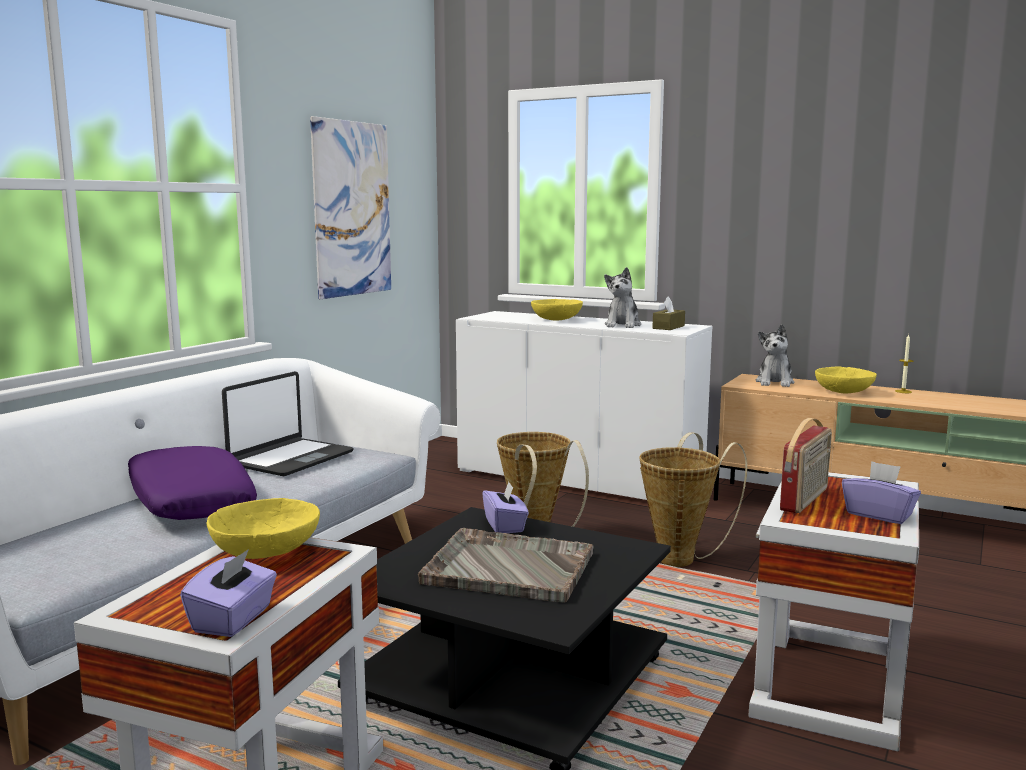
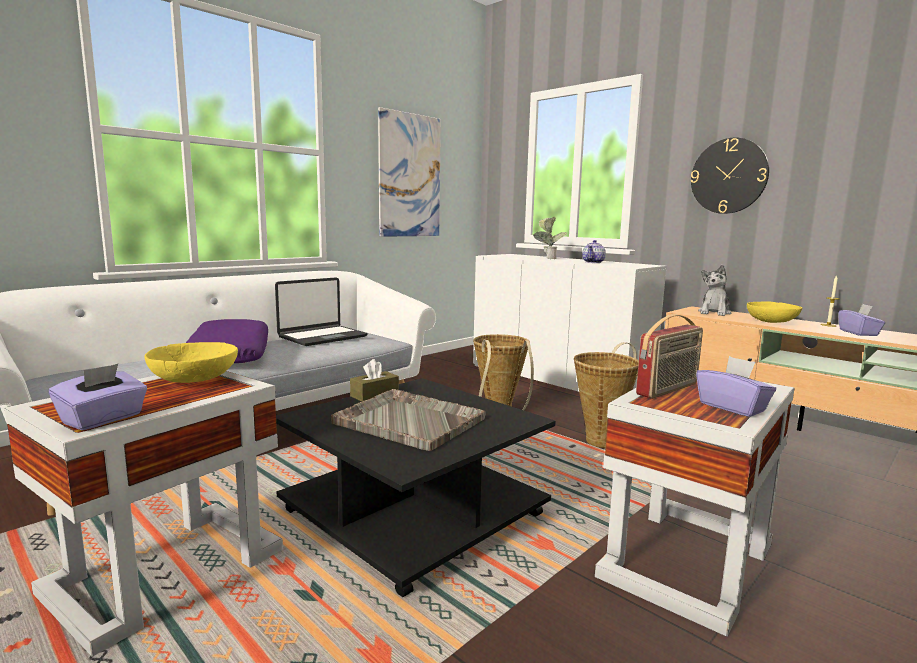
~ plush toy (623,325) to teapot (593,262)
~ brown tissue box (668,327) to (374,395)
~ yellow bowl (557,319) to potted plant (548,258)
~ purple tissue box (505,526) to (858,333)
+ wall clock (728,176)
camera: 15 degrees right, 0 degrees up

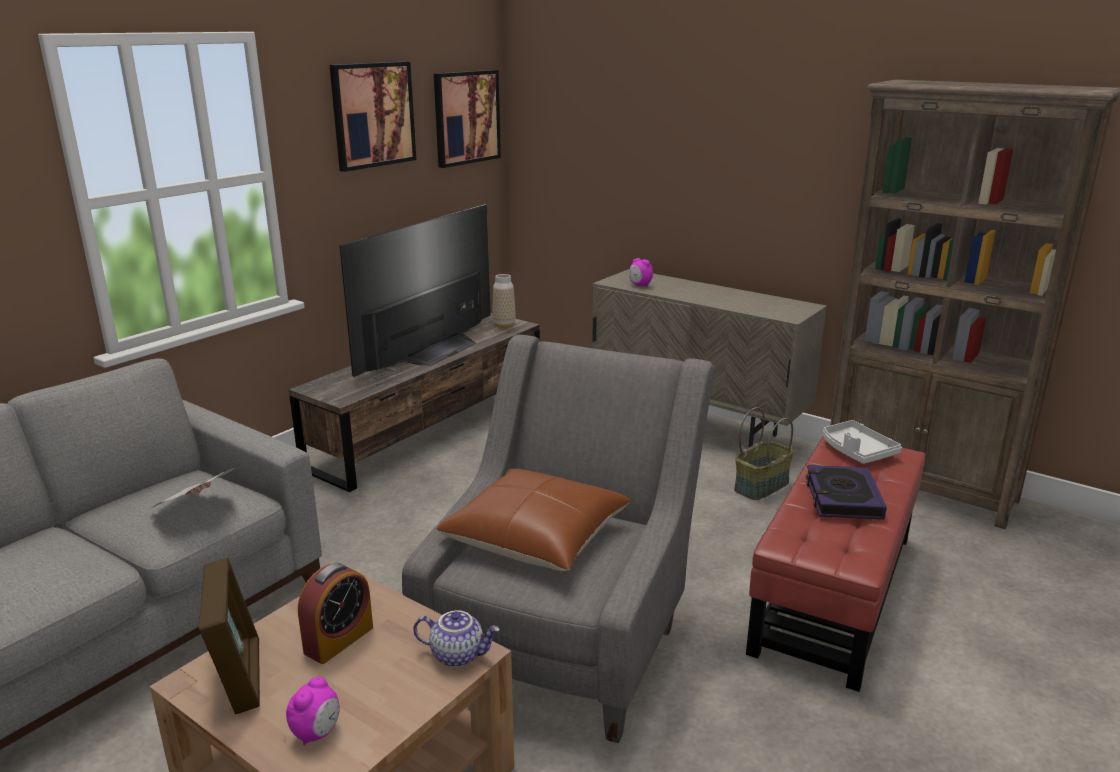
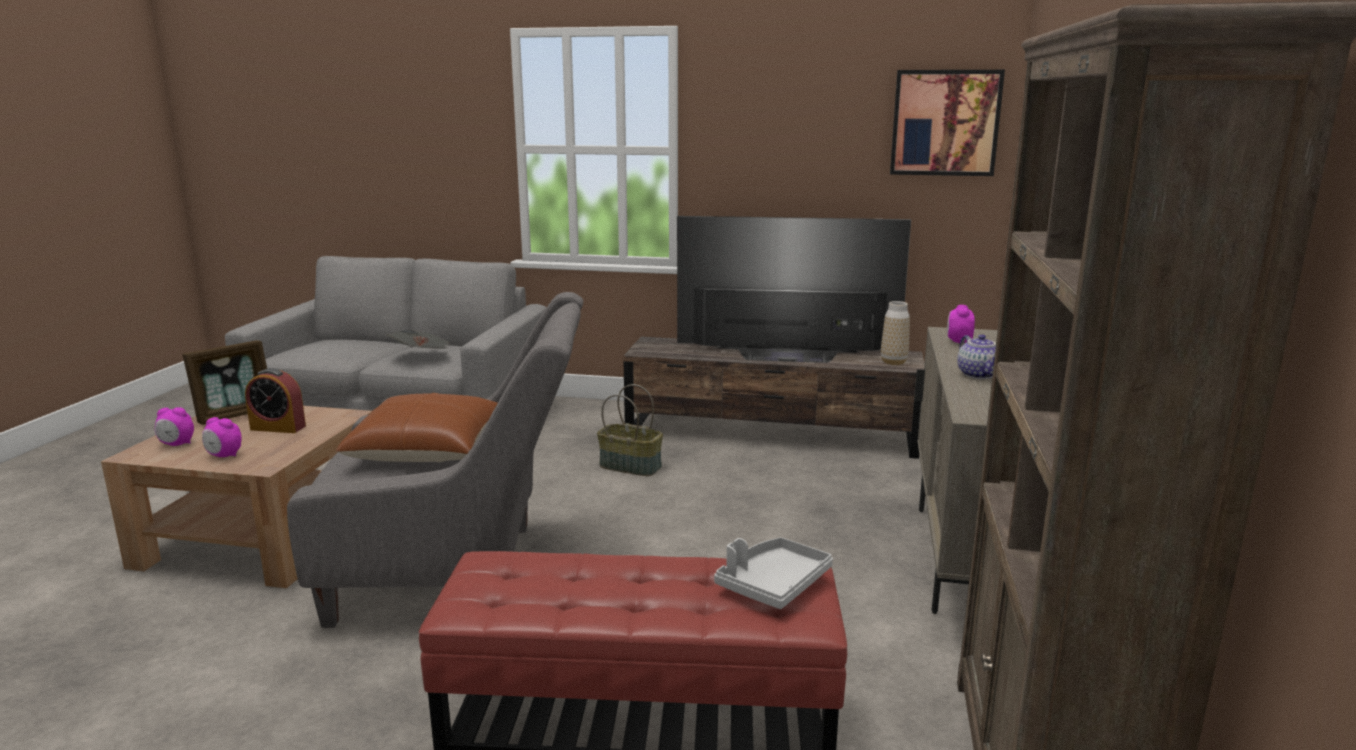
- picture (373,115)
~ basket (761,485) to (631,466)
- book (842,498)
~ teapot (458,654) to (979,375)
+ alarm clock (224,456)
camera: 65 degrees right, 5 degrees down

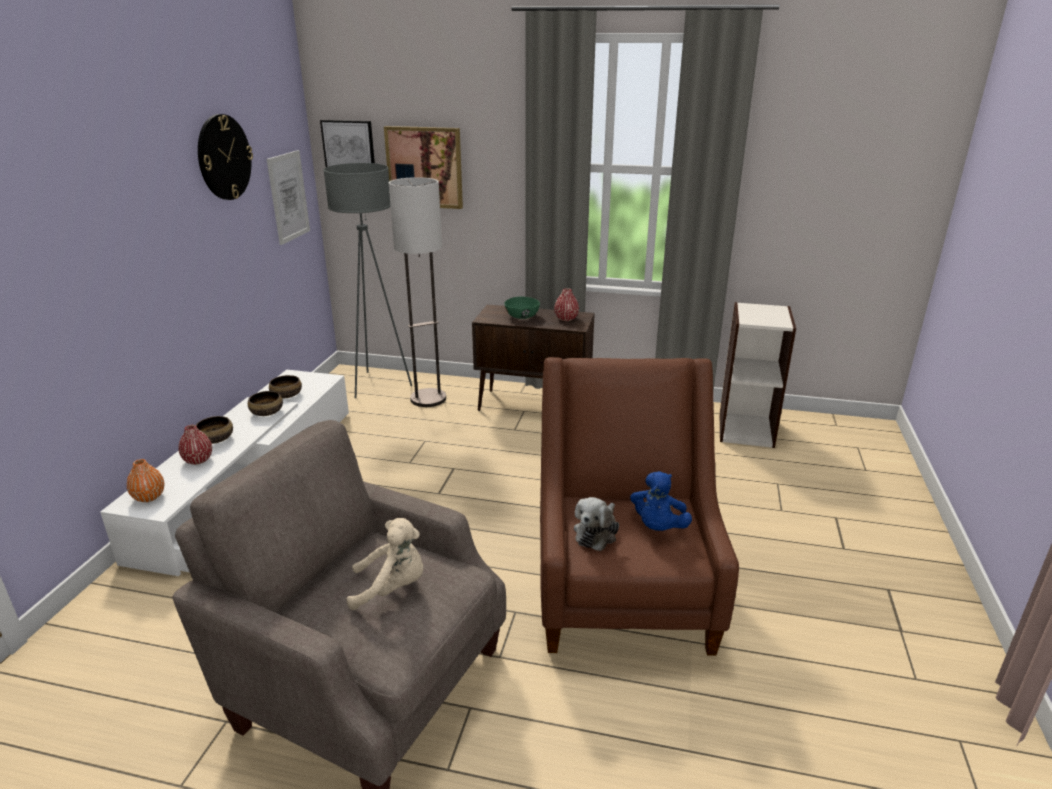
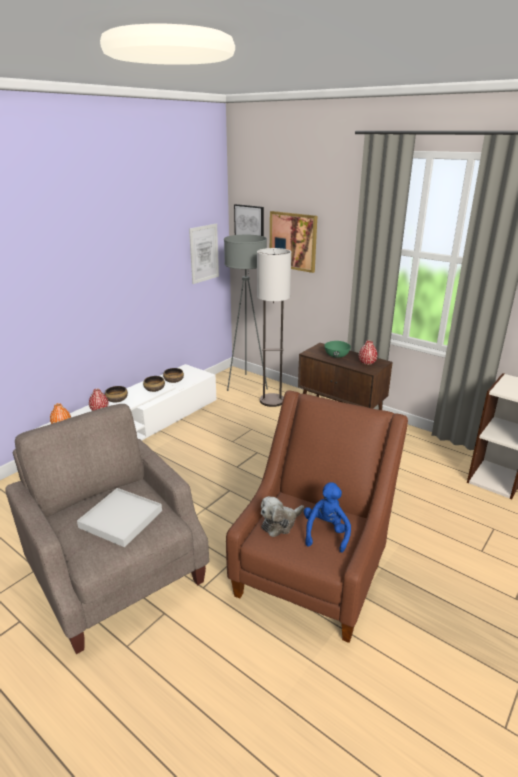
- wall clock (224,157)
~ blue plush toy (657,527) = (326,533) 150 degrees clockwise
~ beige plush toy (392,588) to white tray (121,519)
camera: 25 degrees right, 0 degrees up

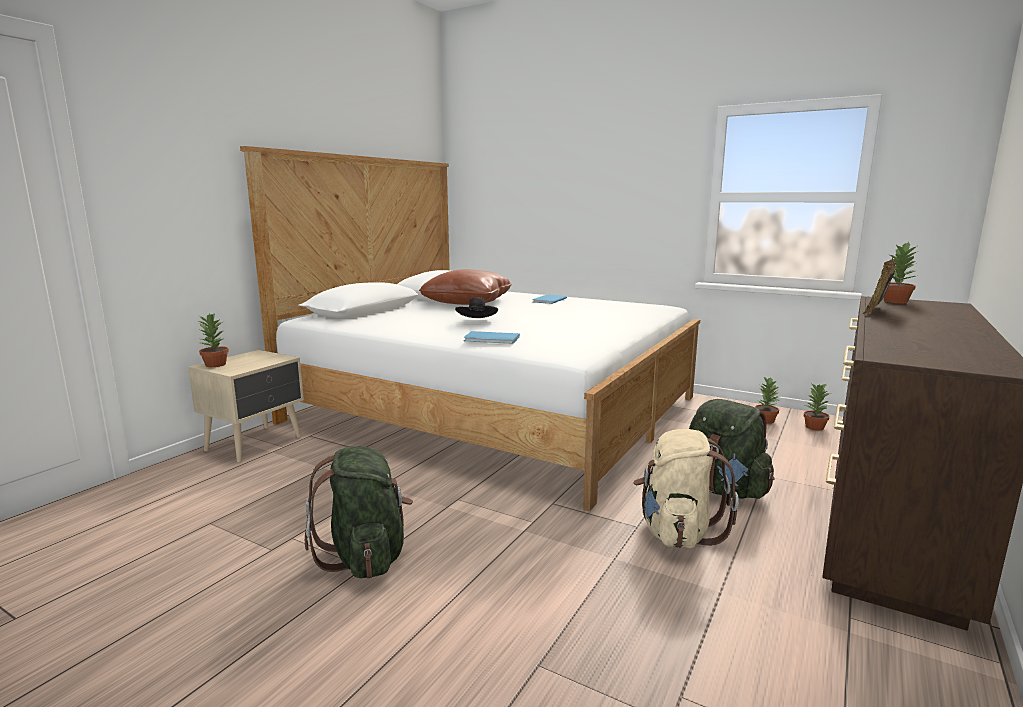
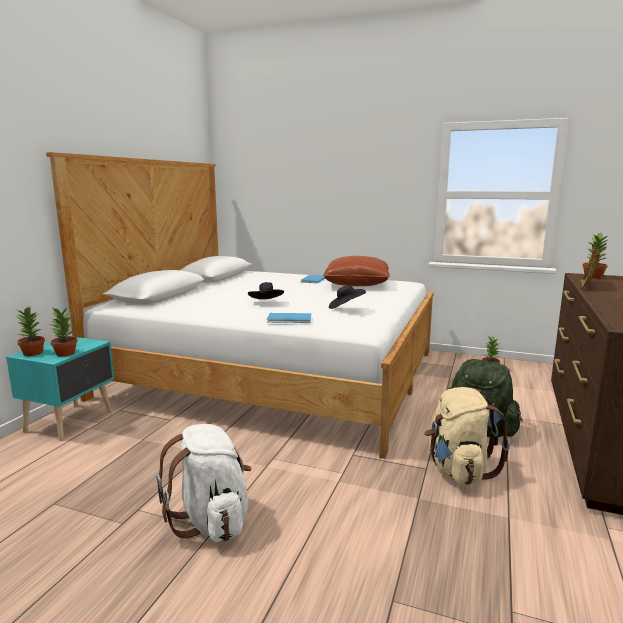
~ brown pillow (467,302) to (357,284)
~ beige nightstand (256,443) to turquoise nightstand (71,421)
~ potted plant (814,427) to (65,353)
~ green backpack (366,556) to white backpack (211,520)
+ black hat (346,307)
camera: 10 degrees left, 0 degrees up

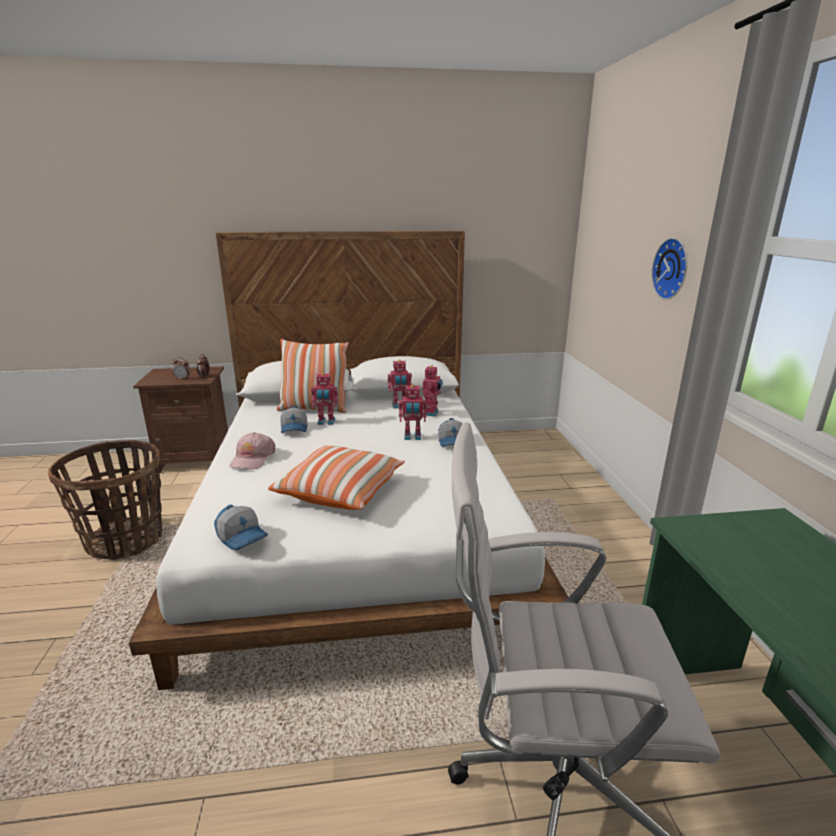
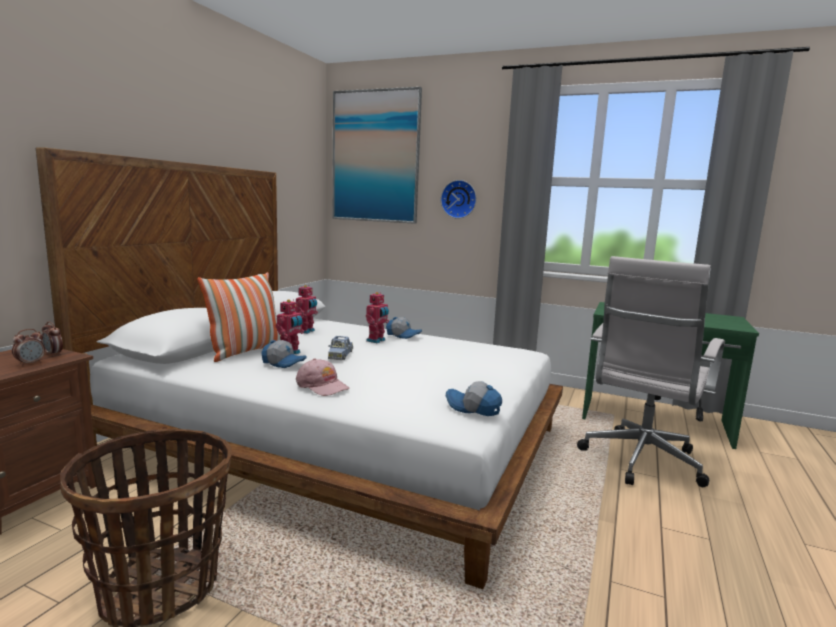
- toy robot (432,413)
- pillow (341,491)
~ cap (242,536) = (473,408) 135 degrees counterclockwise
+ picture (375,157)
+ blue toy car (340,355)
camera: 60 degrees left, 10 degrees down

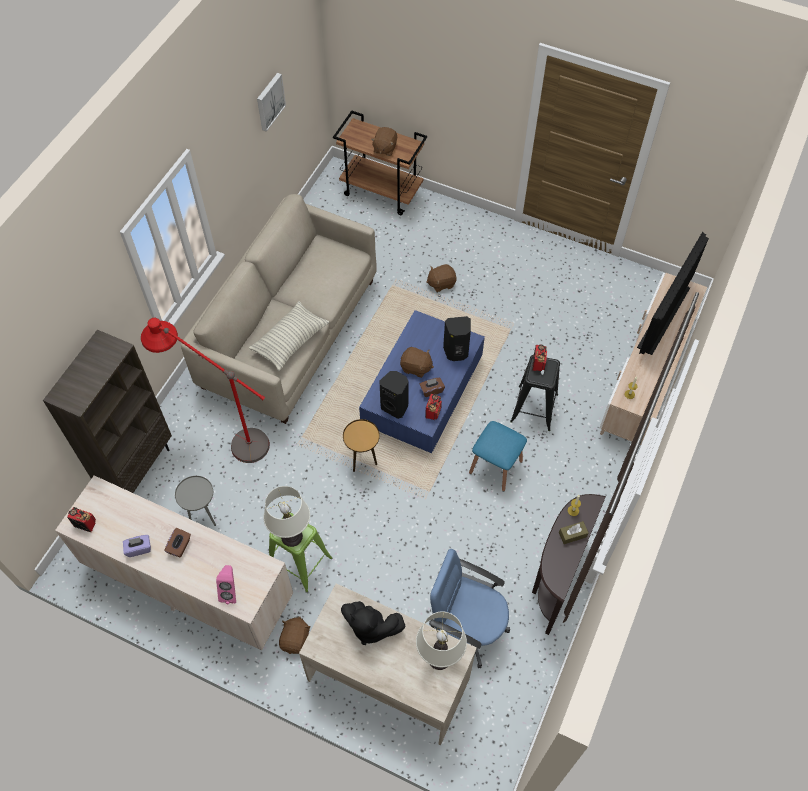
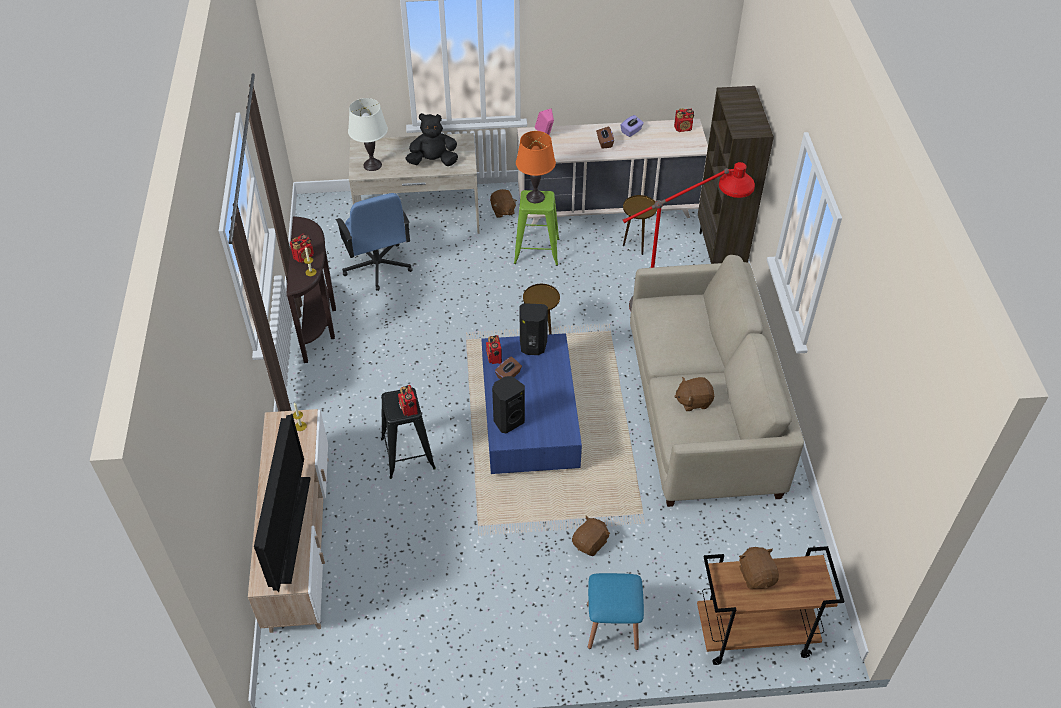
- picture (269,101)
- pillow (290,341)
~ brown plush toy (416,367) to (693,401)
~ blue stool (495,467) to (612,626)
~ grey side table (204,517) to brown side table (636,246)
~ white table lamp (291,536) to orange table lamp (535,197)
~ brown tissue box (572,535) to radio (304,256)
~ blue office chair (466,627) = (377,267) 75 degrees clockwise
camera: 150 degrees right, 10 degrees down

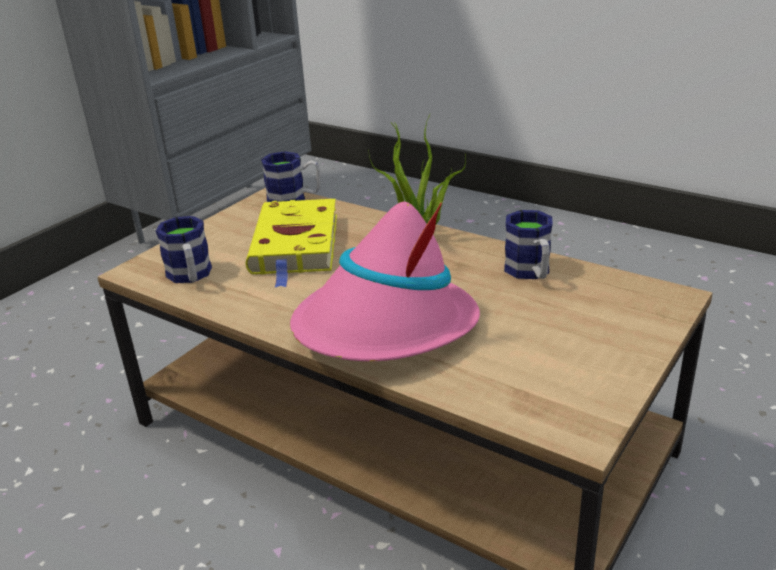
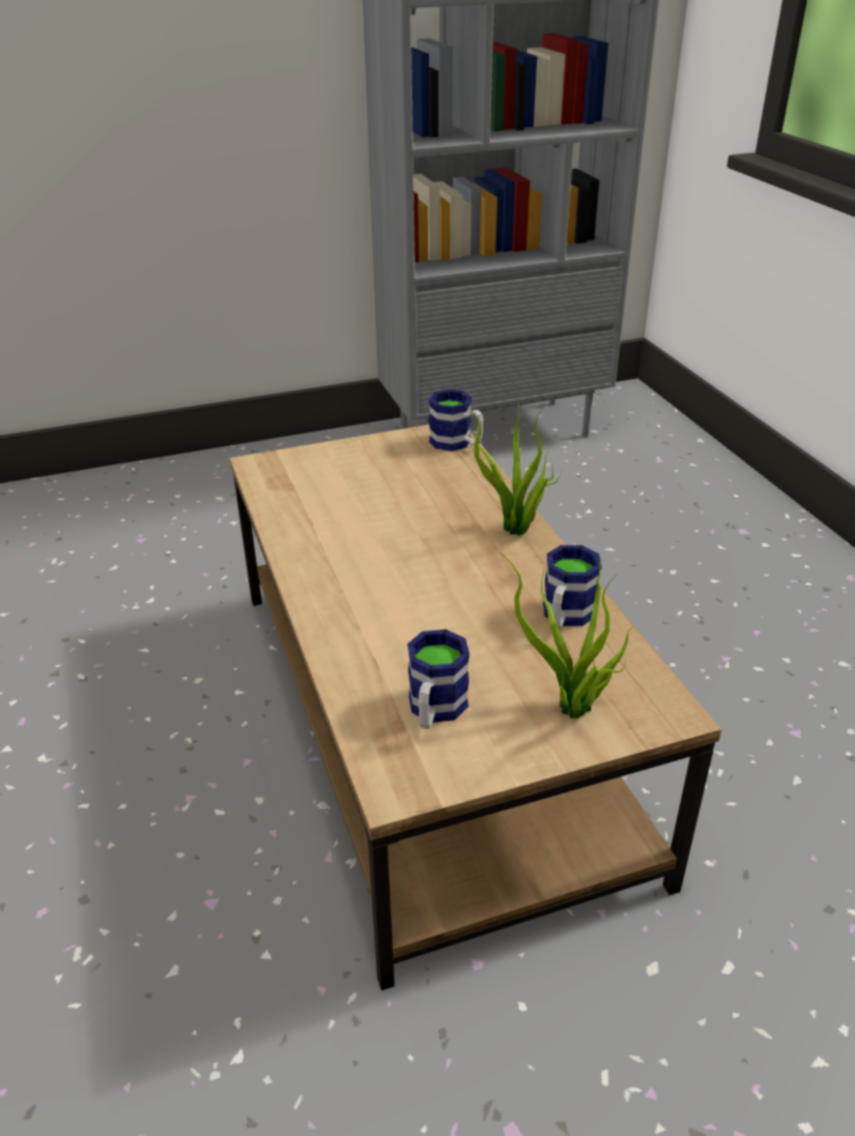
- yellow book (296,246)
- pink hat (385,328)
~ mug (190,276) to (434,711)
+ potted plant (572,710)
camera: 35 degrees right, 5 degrees up

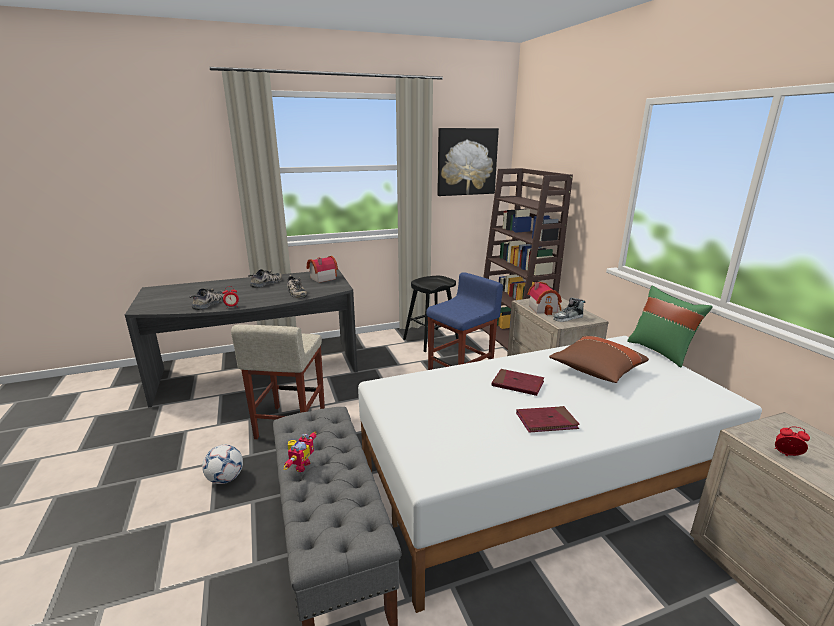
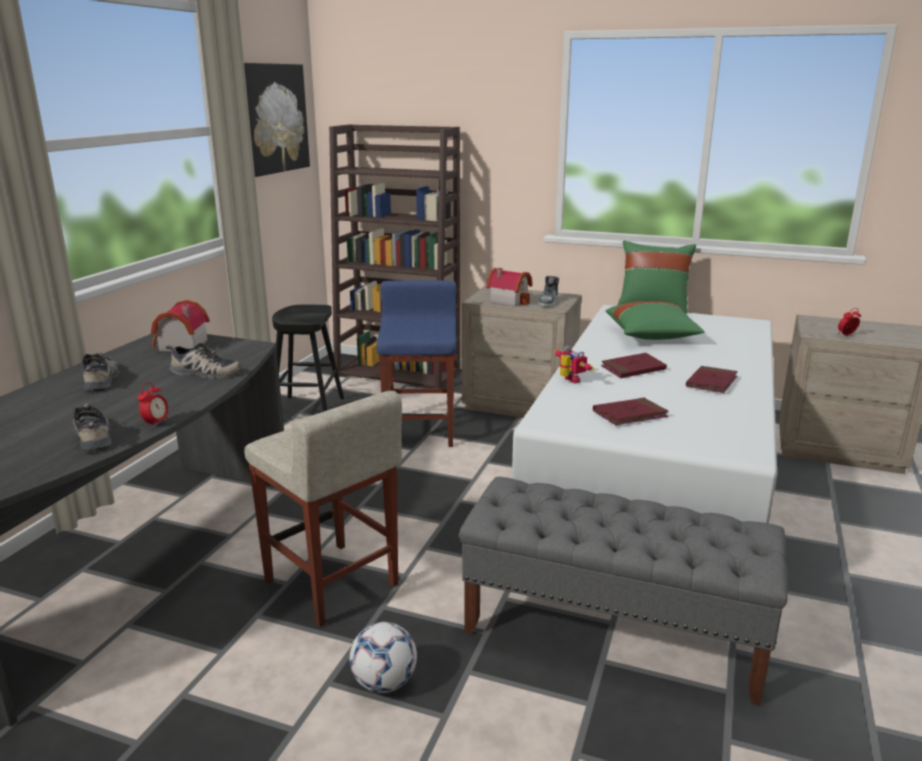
~ brown pillow (596,371) to green pillow (651,336)
~ toy robot (300,465) to (569,380)
+ red book (629,415)
camera: 50 degrees left, 0 degrees up

